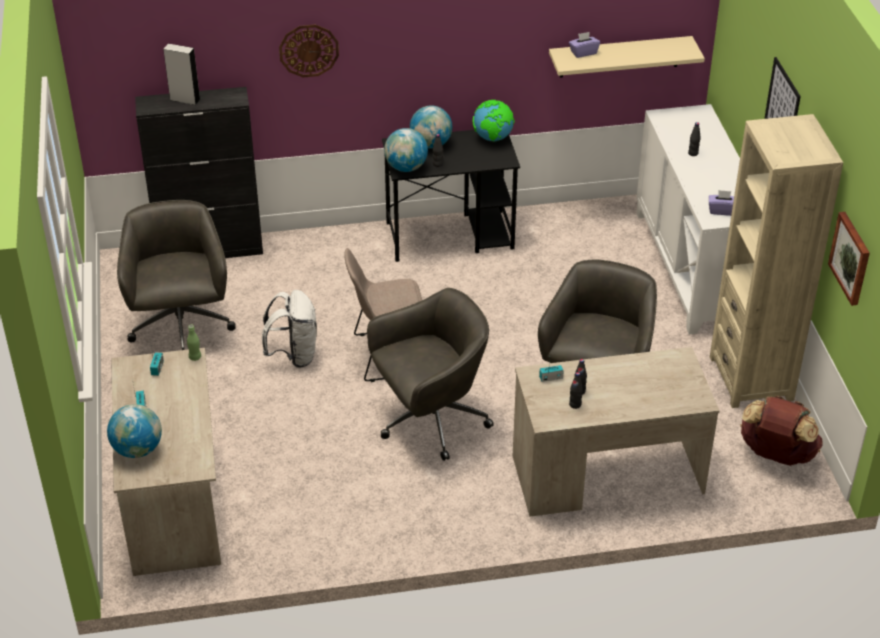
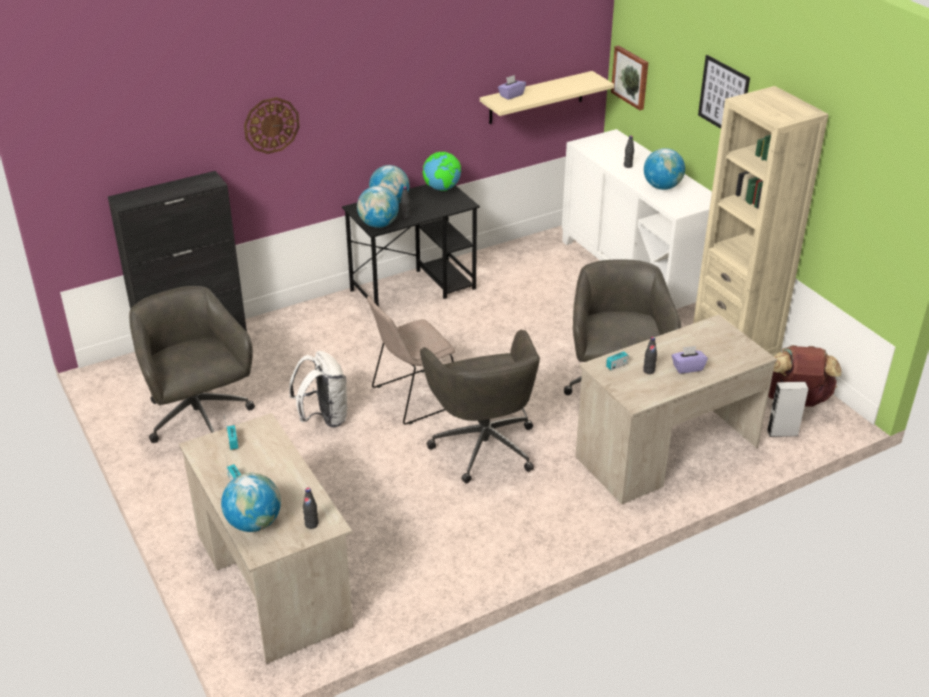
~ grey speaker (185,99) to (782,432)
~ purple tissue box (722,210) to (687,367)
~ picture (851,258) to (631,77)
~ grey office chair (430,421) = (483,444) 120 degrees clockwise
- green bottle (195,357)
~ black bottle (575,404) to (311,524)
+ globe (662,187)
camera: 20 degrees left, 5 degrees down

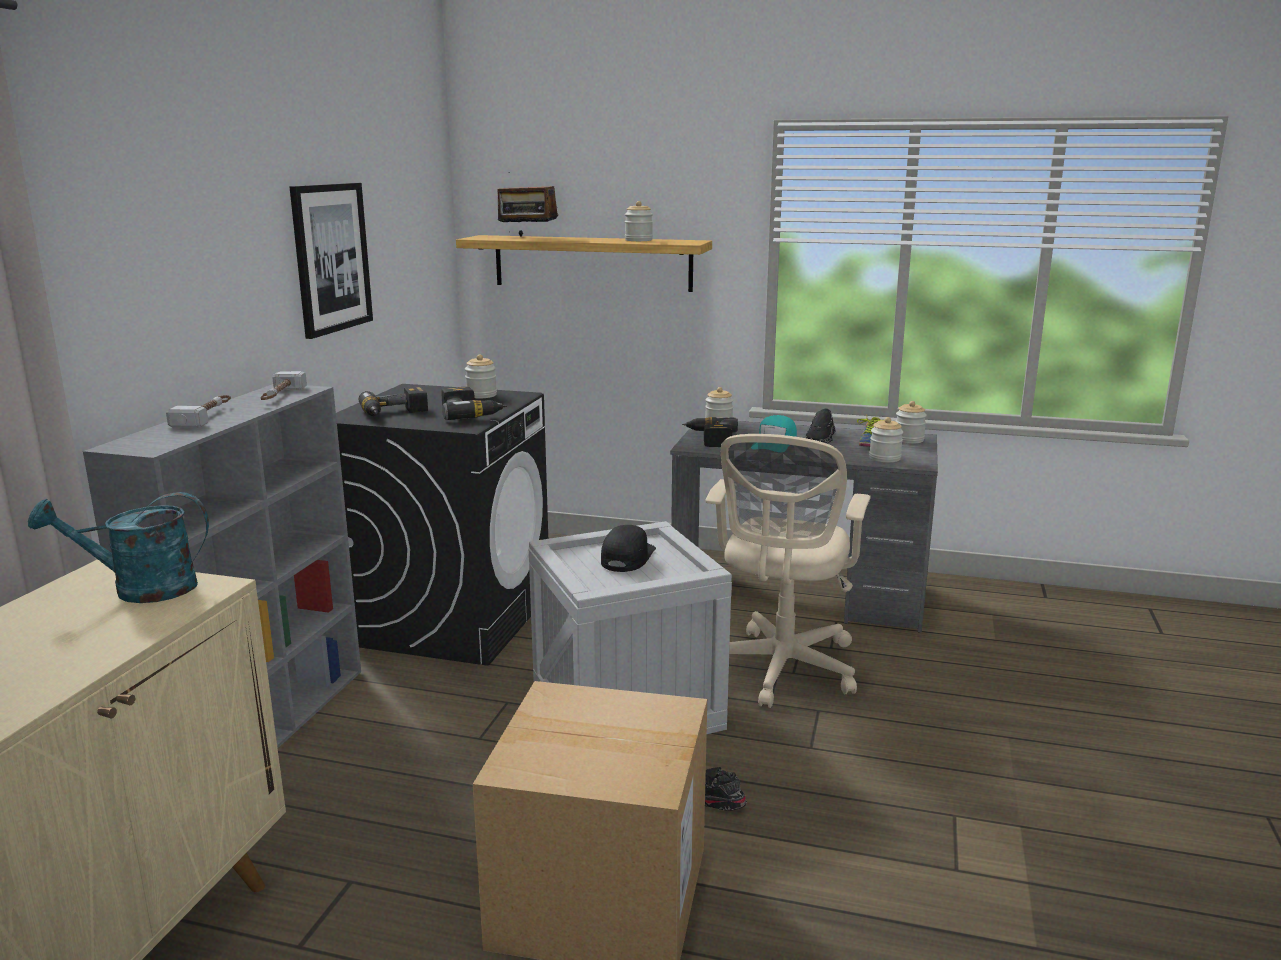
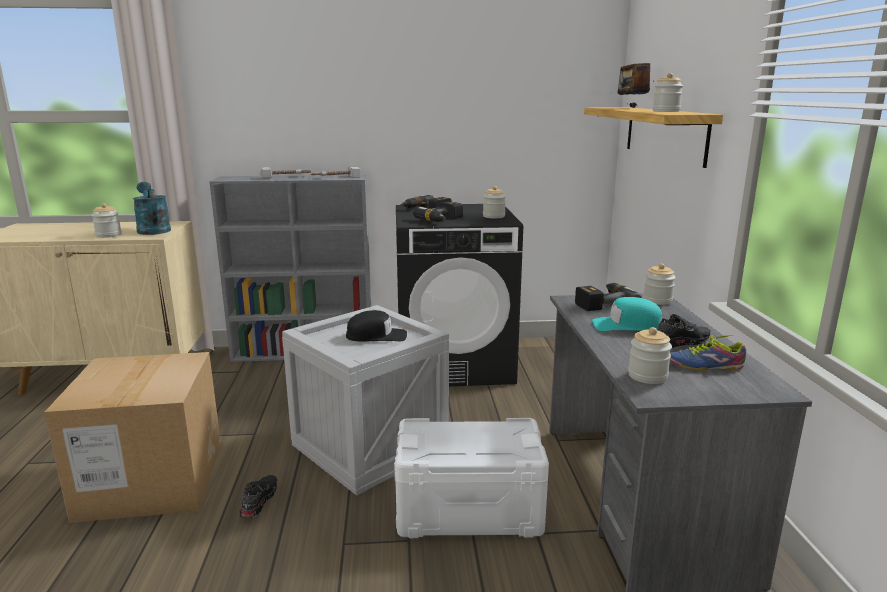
- picture (331,258)
~ jar (909,440) to (108,235)
~ black shoe (821,438) = (678,342) 150 degrees clockwise
~ beige office chair (781,671) to white storage box (468,509)
camera: 70 degrees right, 0 degrees up

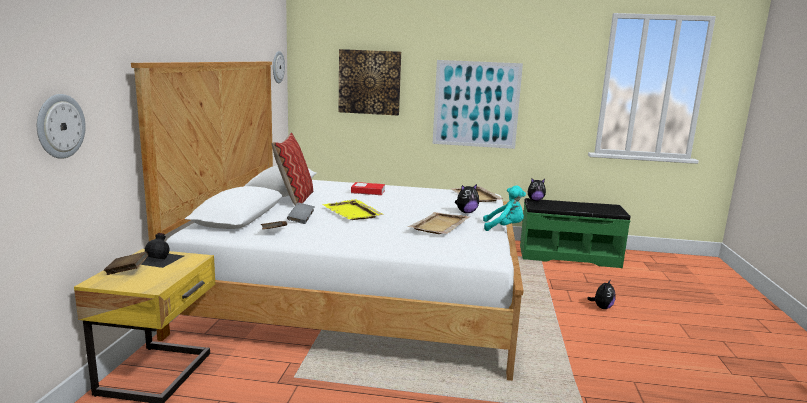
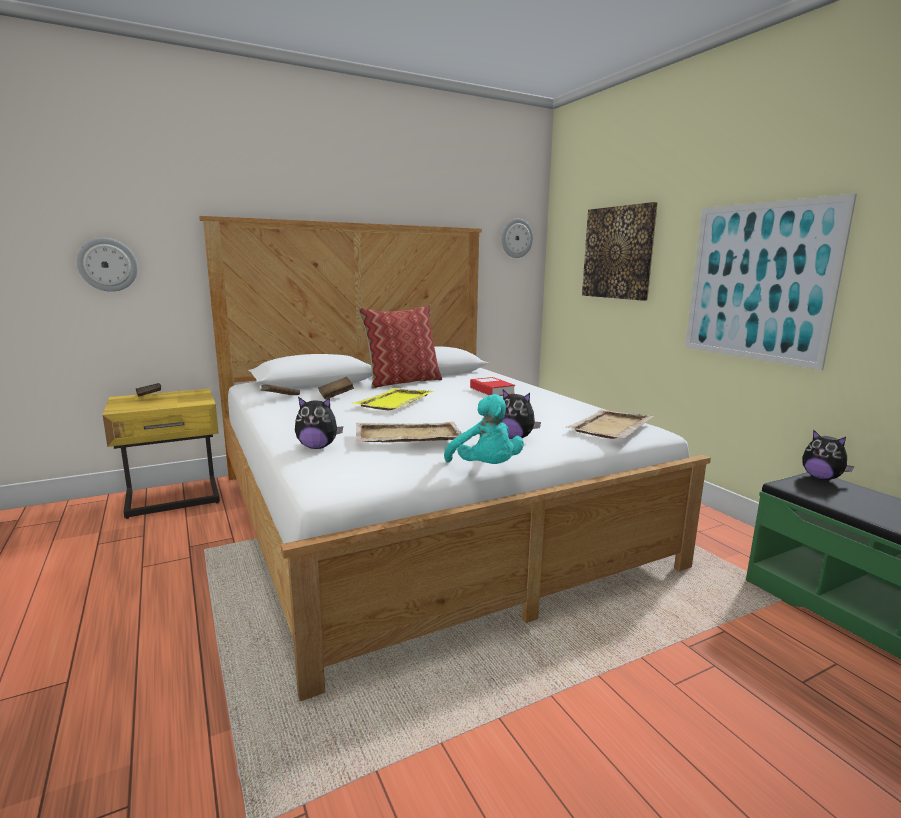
~ grey book (301,220) to brown book (336,396)
- black bottle (160,259)
~ plush toy (602,307) to (318,447)
camera: 55 degrees right, 0 degrees up

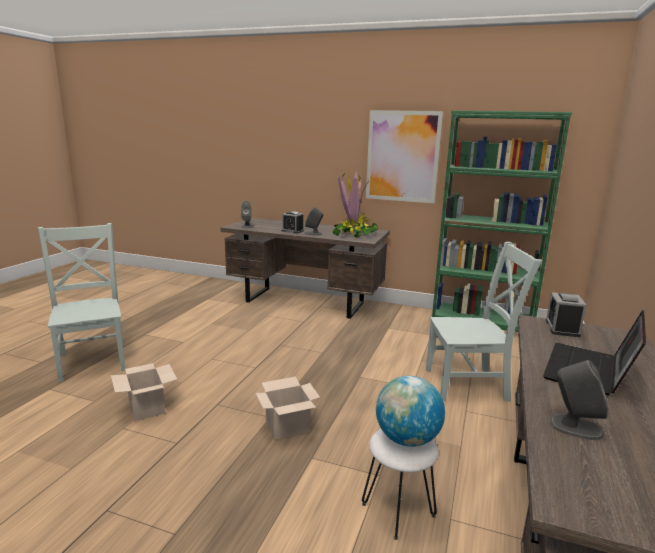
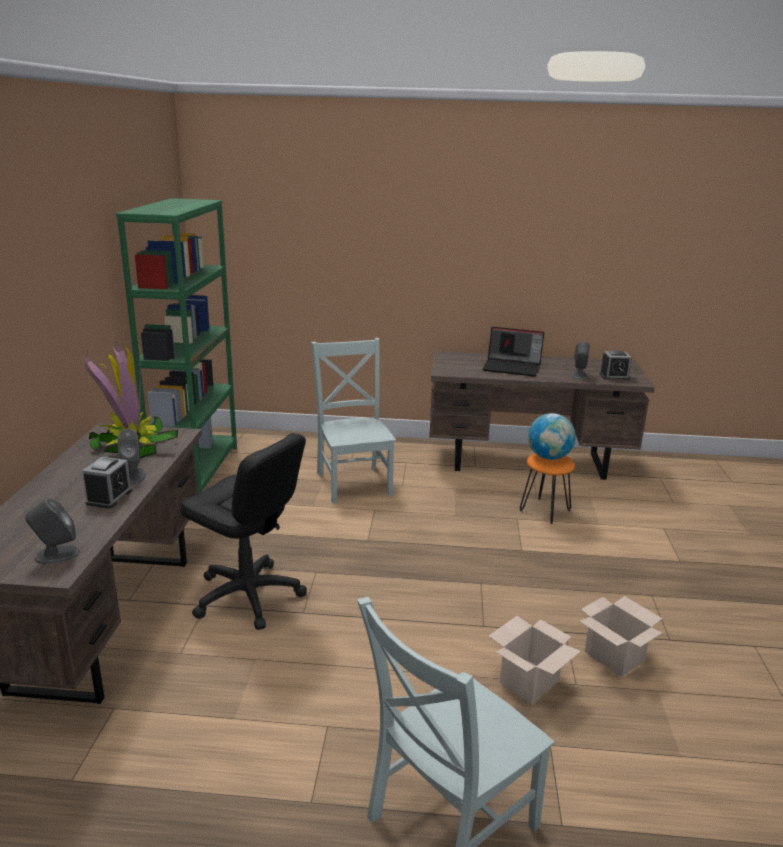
- picture (402,156)
~ alarm clock (562,328) to (614,376)
~ cardboard box (286,427) to (615,657)
~ white stool (397,509) to orange stool (544,510)
+ black office chair (248,596)
camera: 105 degrees left, 5 degrees up

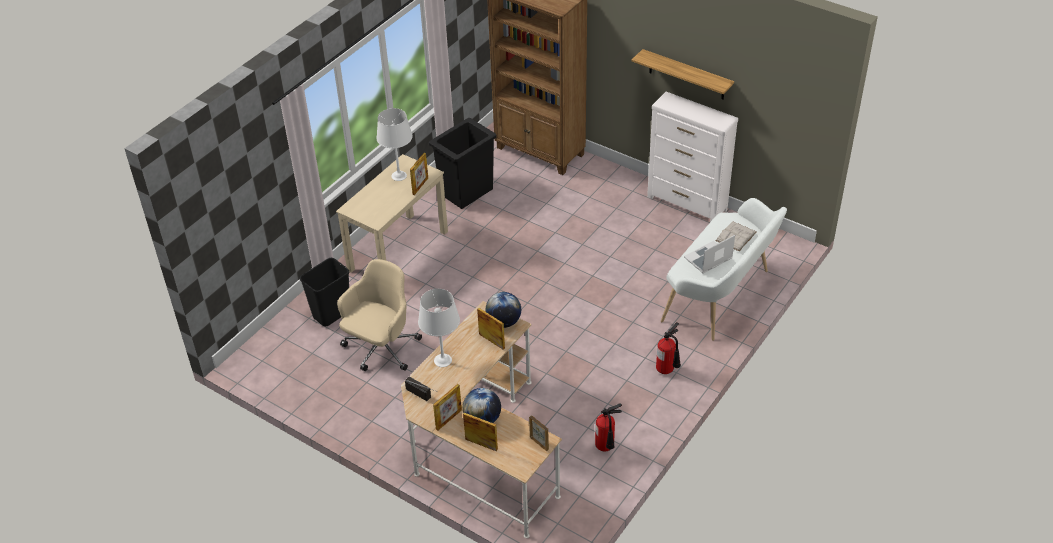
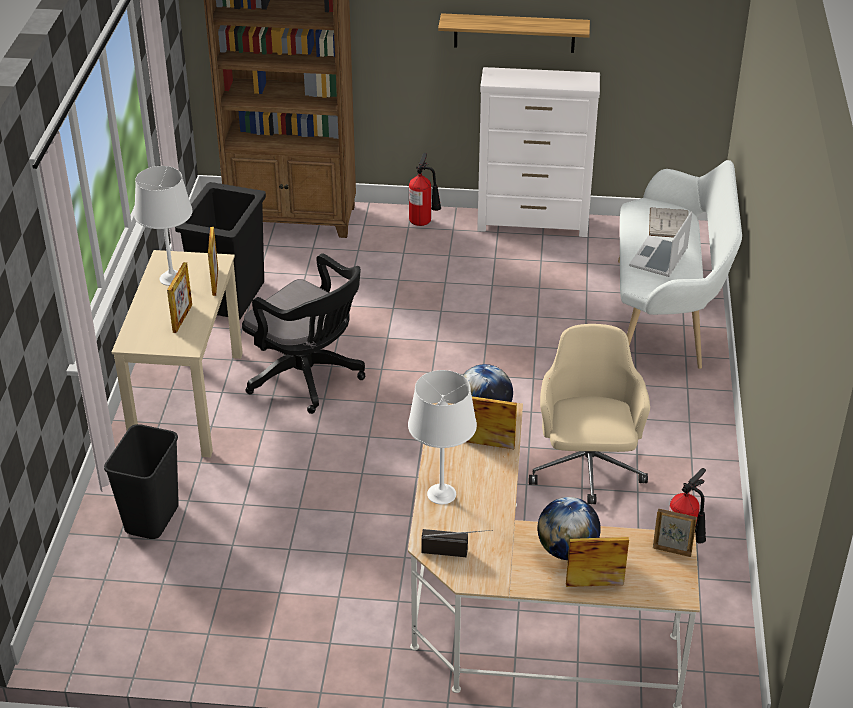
~ beige office chair (381,349) to (587,469)
~ fire extinguisher (667,370) to (424,222)
~ picture frame (449,419) to (182,318)
+ black office chair (308,377)
camera: 30 degrees left, 5 degrees down

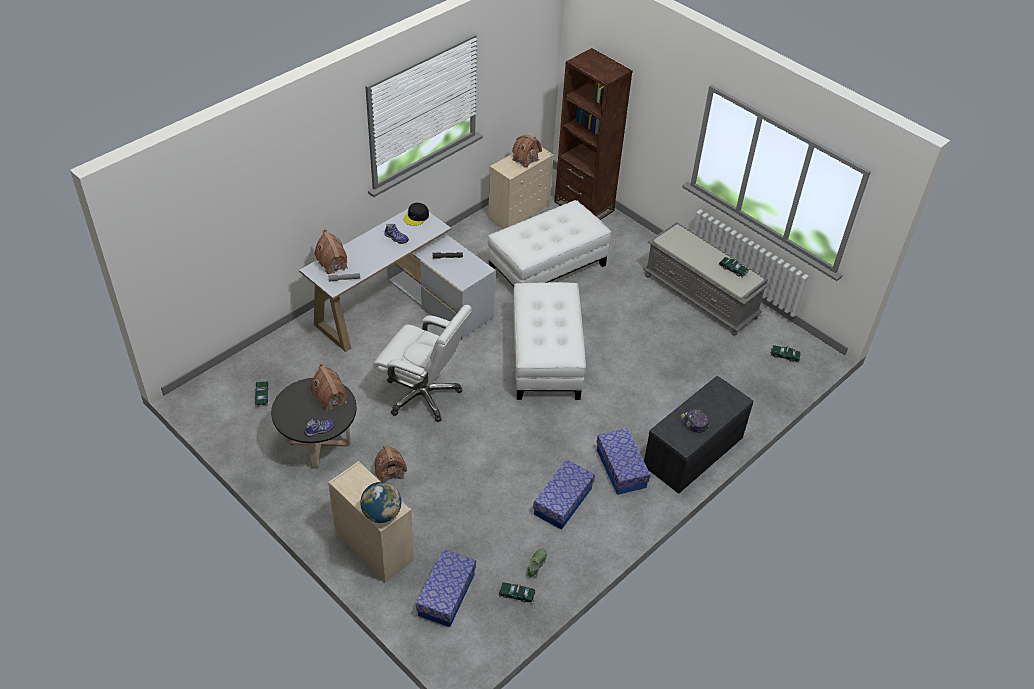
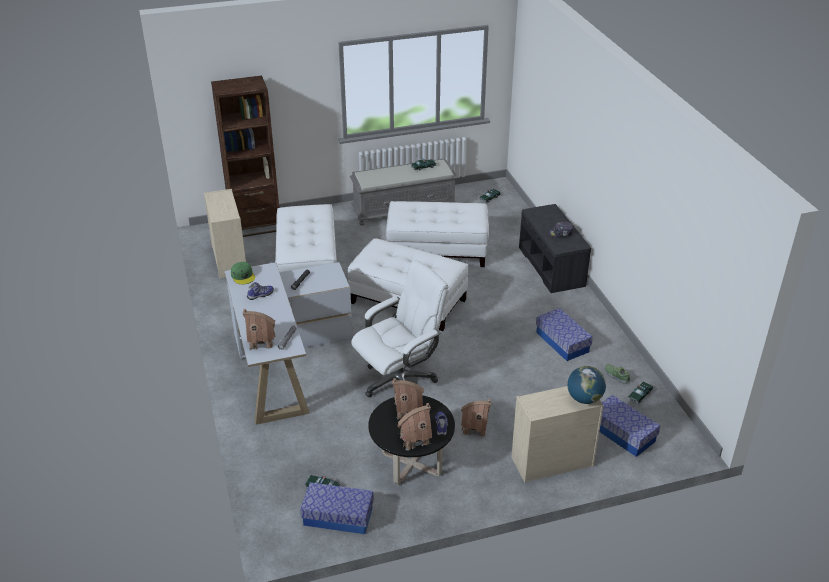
~ toy house (525,160) to (414,438)
~ black cap (416,217) to green cap (243,276)
~ storage box (621,468) to (338,516)
+ white ottoman (437,250)
camera: 60 degrees left, 10 degrees down

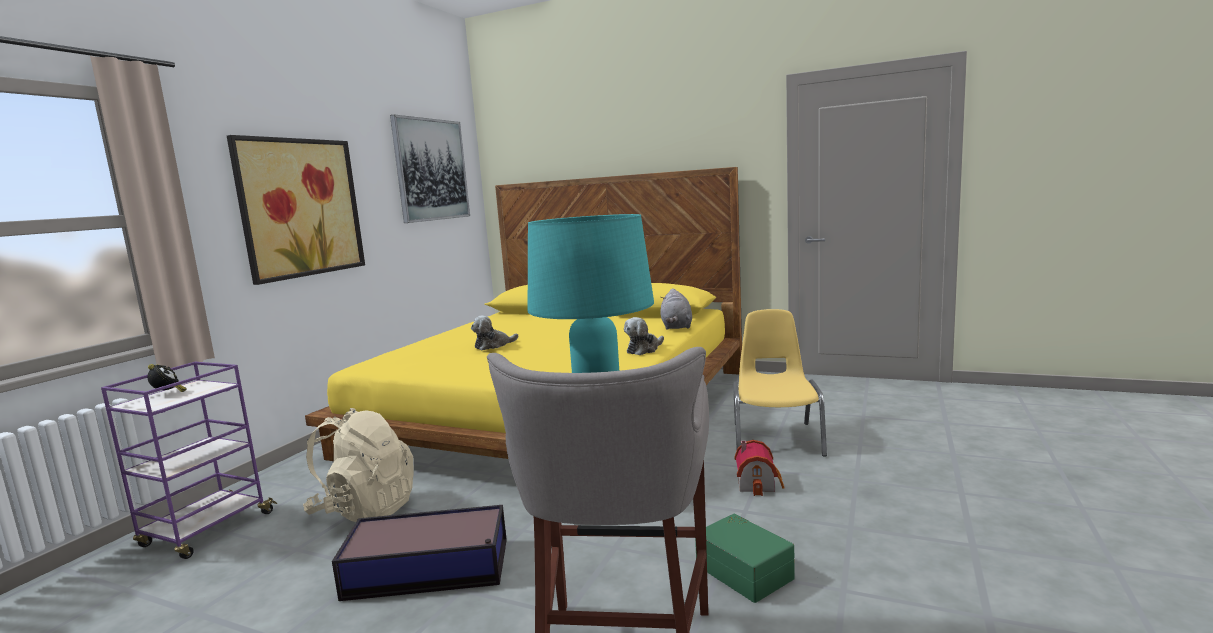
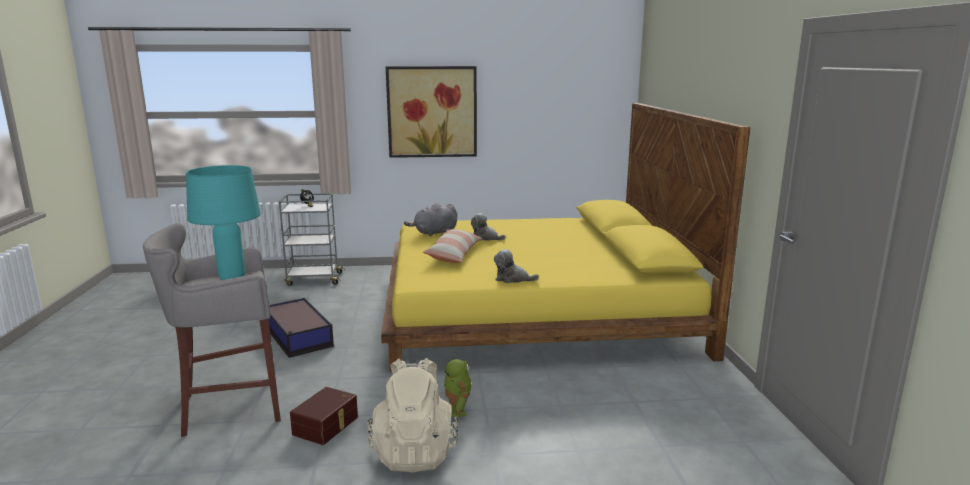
- picture (431,170)
~ grey plush toy (676,327) to (434,233)
- yellow chair (776,438)
~ purple cart (206,531) to grey cart (313,279)
~ beige backpack (365,509) to (415,452)
~ toy house (758,483) to toy robot (457,411)
~ green storage box (745,570) to brown storage box (327,426)
+ pillow (454,254)
camera: 60 degrees right, 5 degrees up

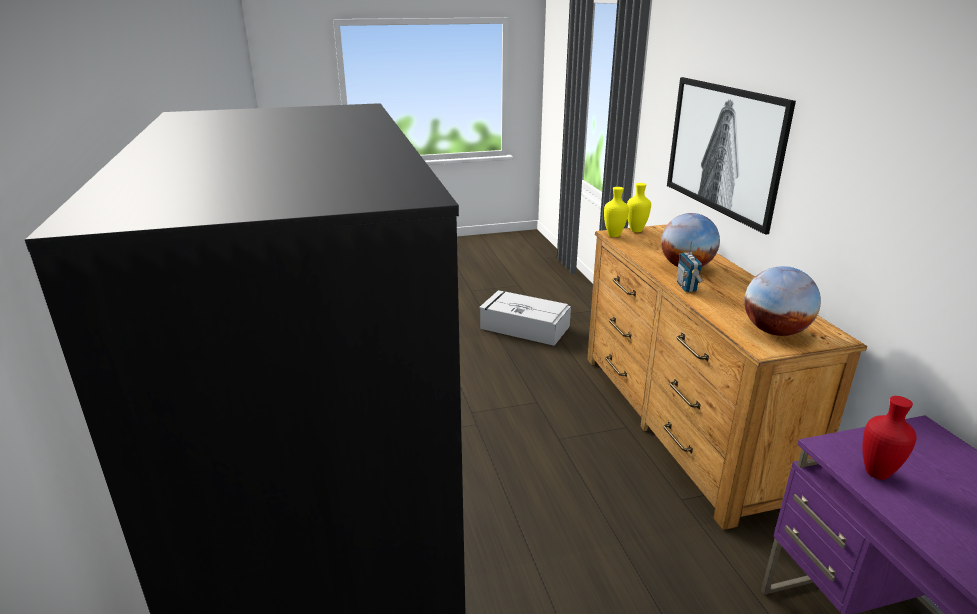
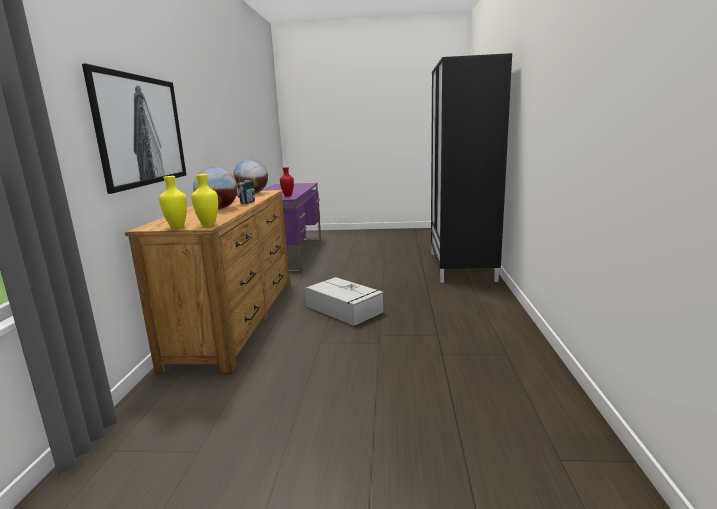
~ grey storage box (523,327) to (344,309)
camera: 160 degrees left, 10 degrees down

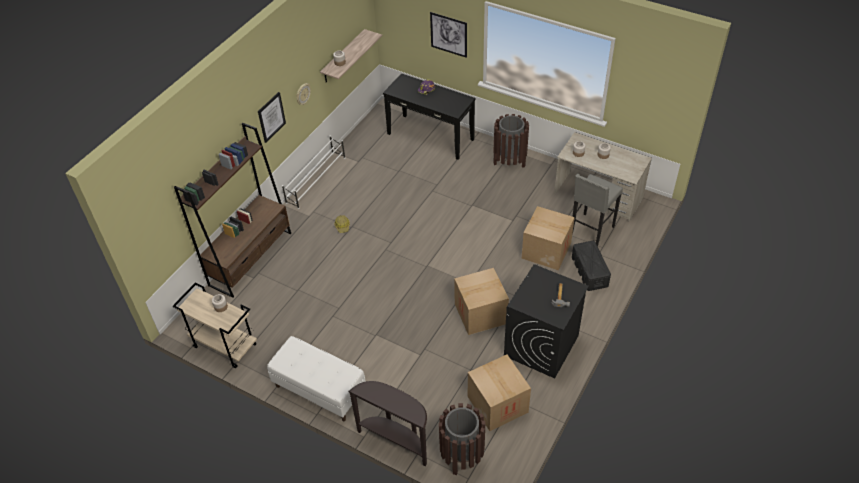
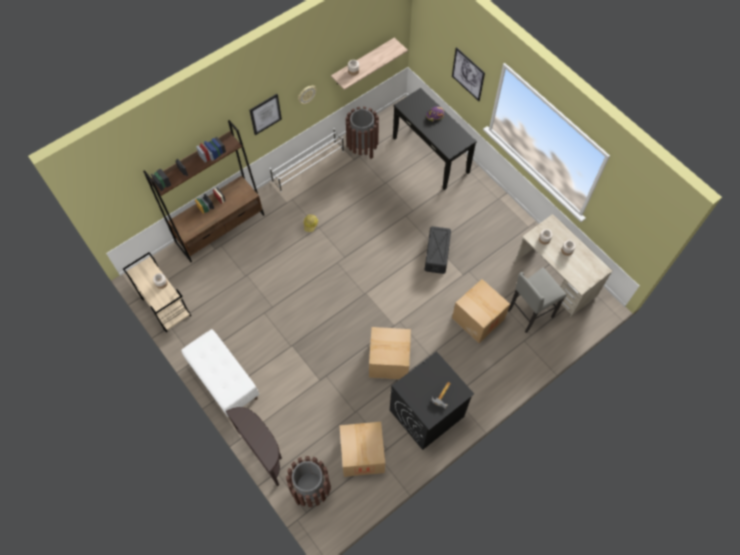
~ brown trash can (509,161) to (362,147)
~ black storage box (589,272) to (437,254)
camera: 20 degrees right, 15 degrees up

